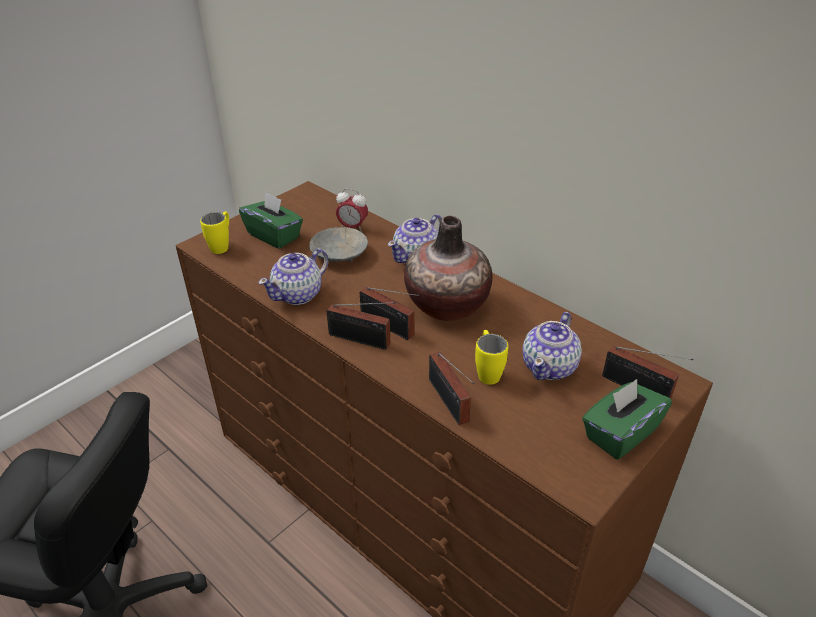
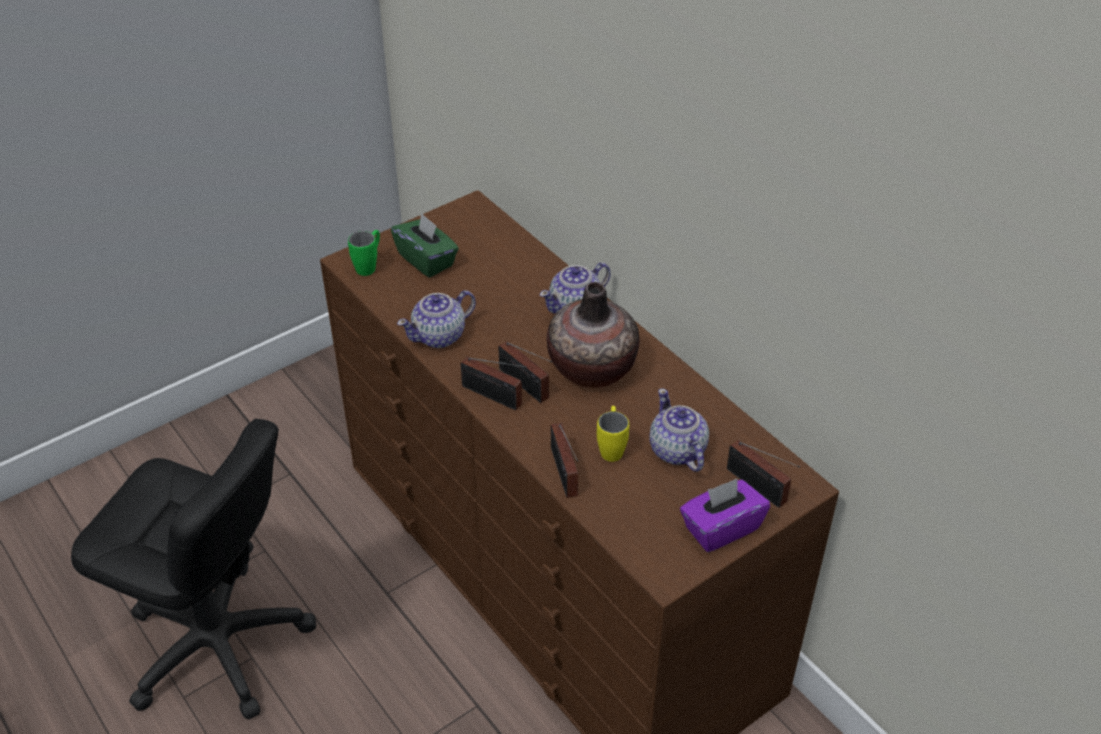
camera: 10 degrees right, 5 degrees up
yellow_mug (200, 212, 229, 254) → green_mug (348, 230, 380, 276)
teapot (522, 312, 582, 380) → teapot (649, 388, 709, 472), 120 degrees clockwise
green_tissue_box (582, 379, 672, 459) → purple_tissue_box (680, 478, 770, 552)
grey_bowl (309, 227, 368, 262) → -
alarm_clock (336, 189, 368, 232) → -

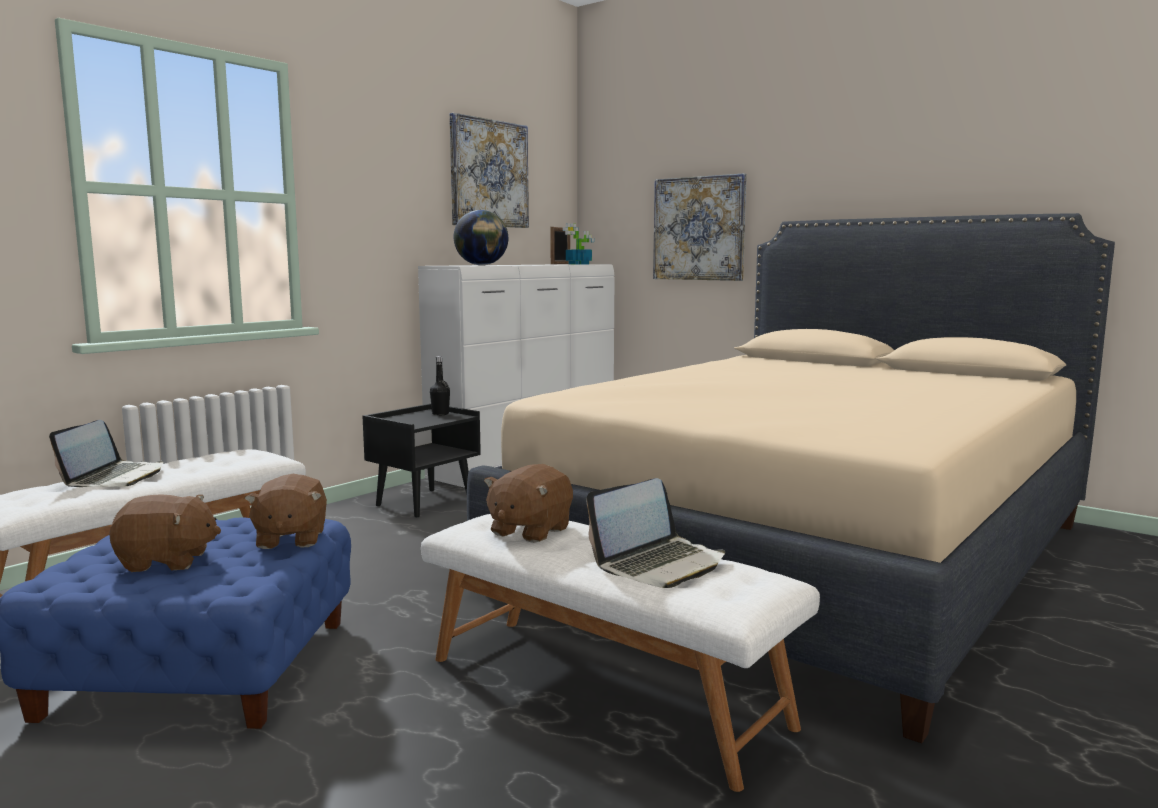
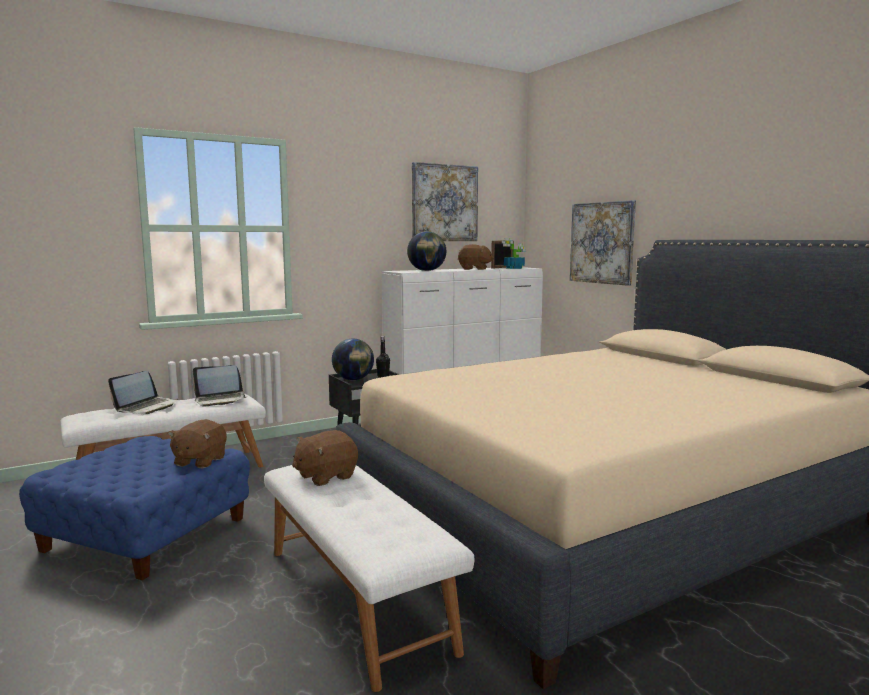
camera: 20 degrees right, 0 degrees up
laptop (586, 478, 725, 588) → laptop (193, 365, 246, 407), move
- → globe (332, 339, 374, 380)
brown_plush_toy (109, 494, 221, 572) → brown_plush_toy (458, 244, 494, 270), move

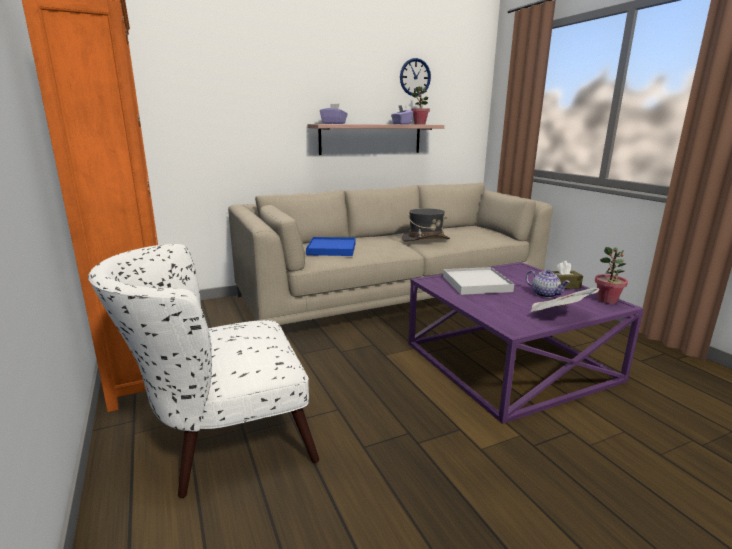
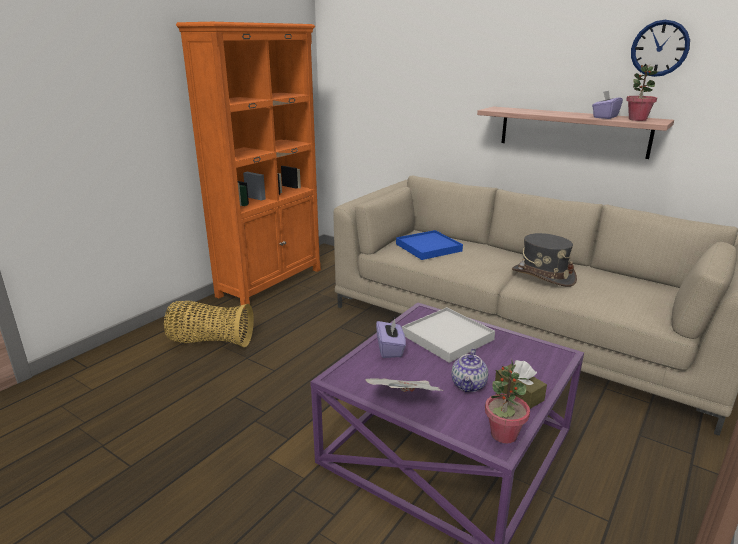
camera: 60 degrees right, 5 degrees up
white_armchair (88, 244, 319, 498) → basket (164, 301, 254, 347)
purple_tissue_box (320, 104, 348, 124) → purple_tissue_box (376, 318, 406, 358), move

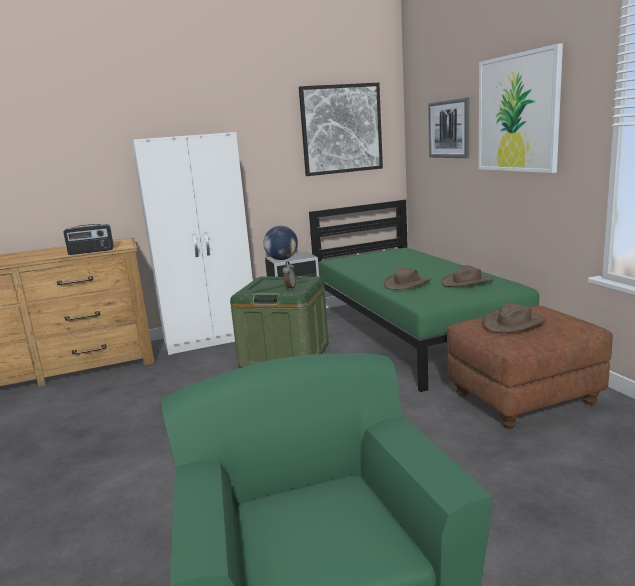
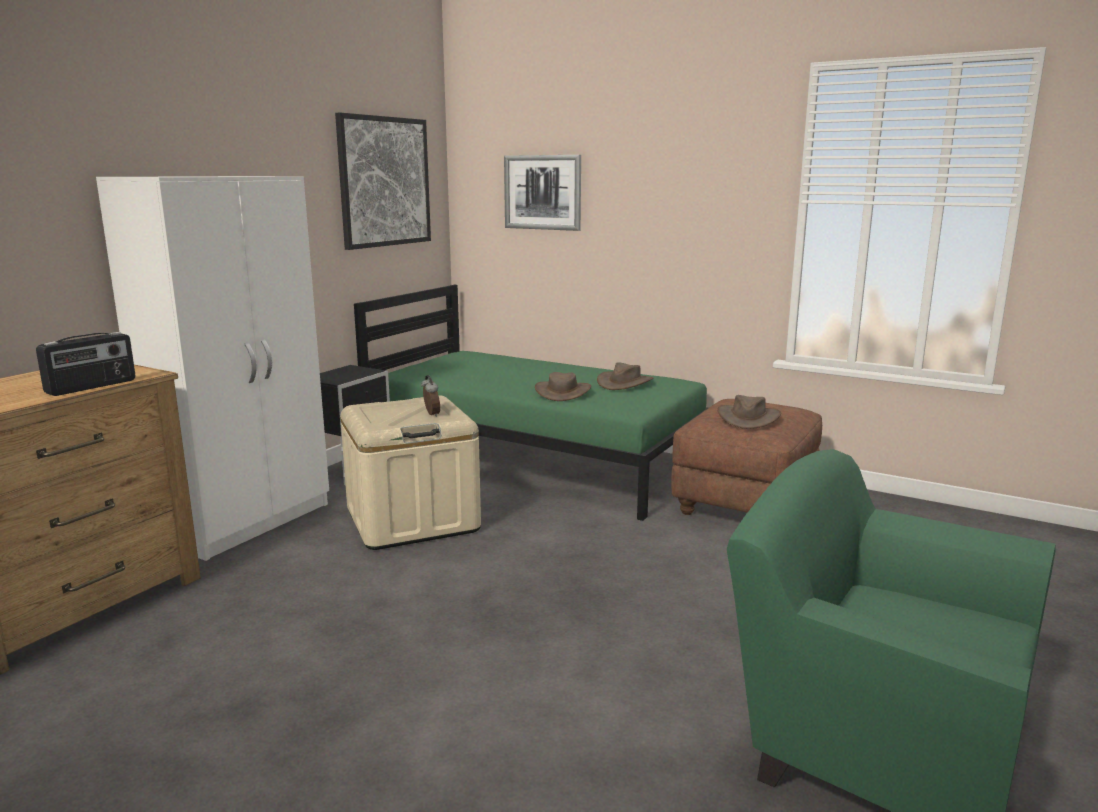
camera: 40 degrees left, 0 degrees up
green_storage_box (230, 276, 329, 368) → beige_storage_box (340, 395, 481, 550)
globe (263, 226, 298, 260) → -
picture (478, 43, 563, 173) → -

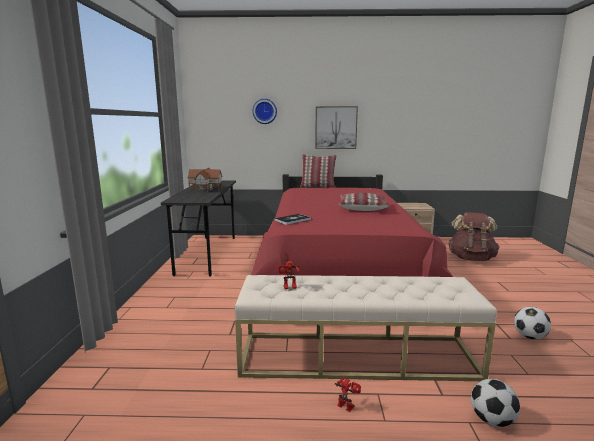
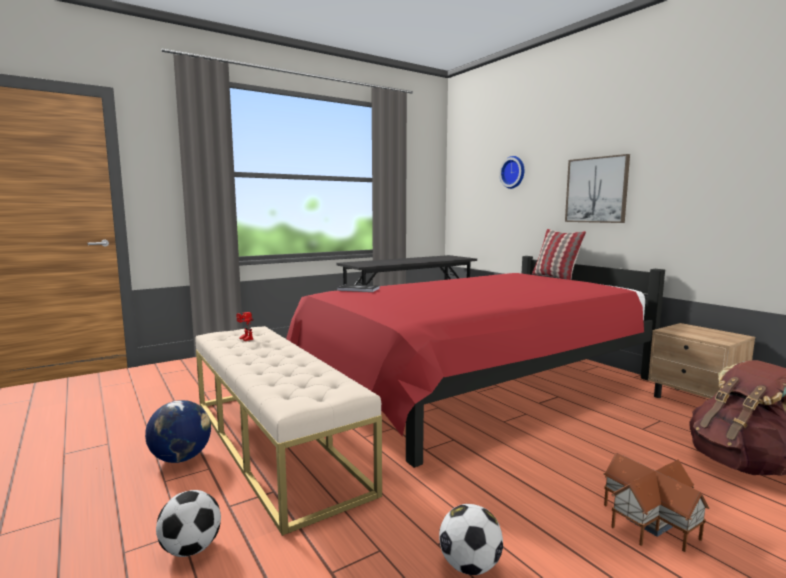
camera: 55 degrees right, 5 degrees down
toy_robot (335, 377, 361, 412) → globe (145, 400, 211, 463)
toy_house (187, 168, 223, 193) → toy_house (604, 453, 710, 552), move
pillow (338, 192, 390, 211) → -

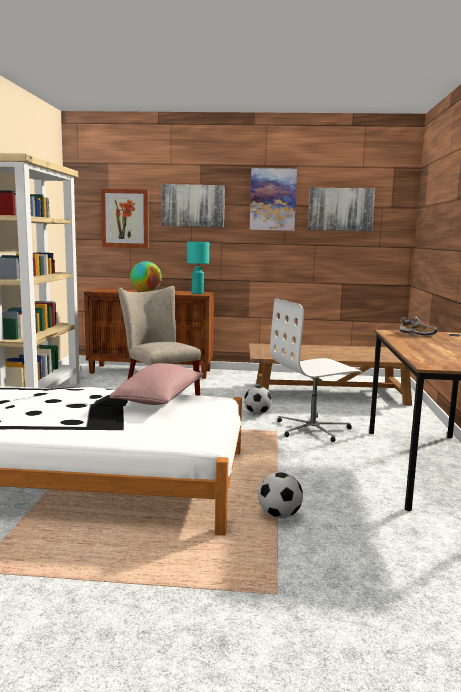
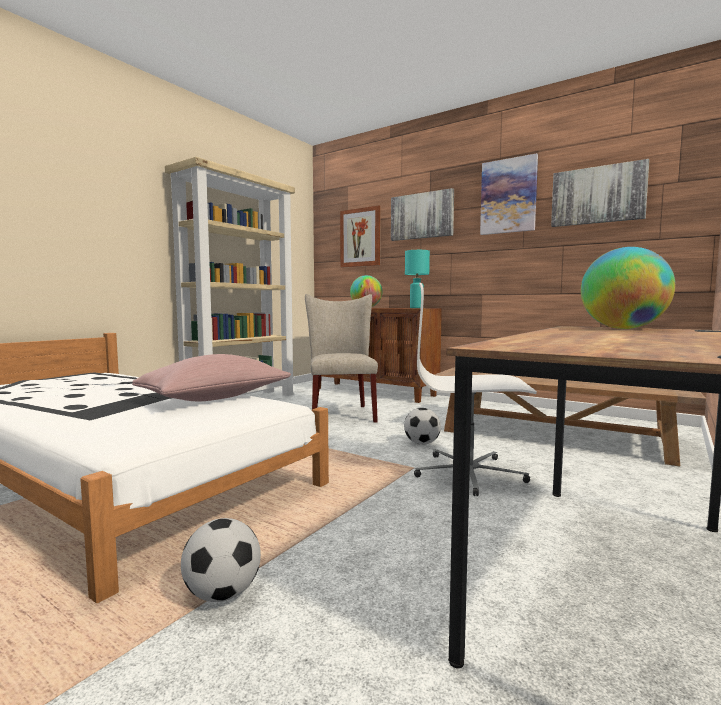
camera: 30 degrees right, 5 degrees down
shoe (400, 316, 437, 336) → globe (581, 247, 675, 329)

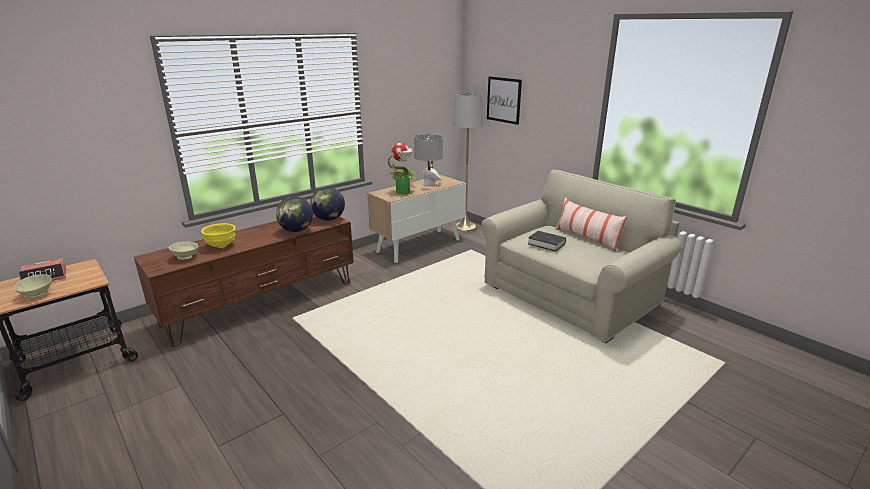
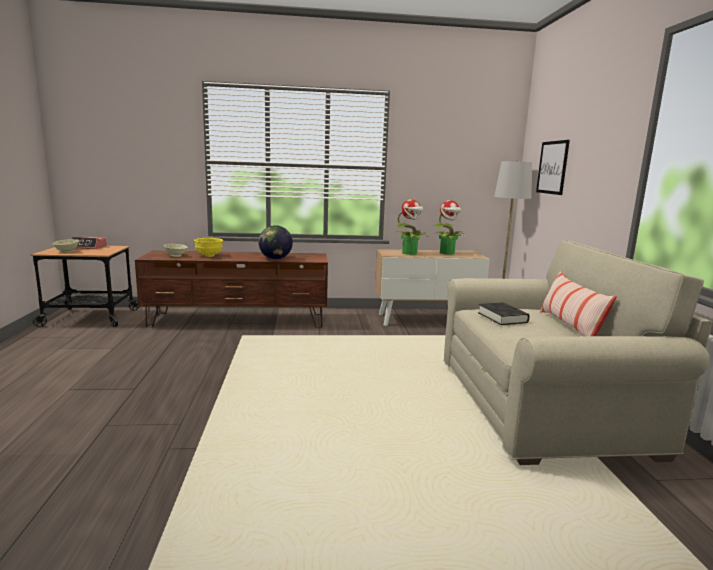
camera: 35 degrees right, 10 degrees down
grey_table_lamp (414, 134, 443, 185) → potted_plant (433, 200, 465, 255)
globe (310, 187, 345, 221) → -

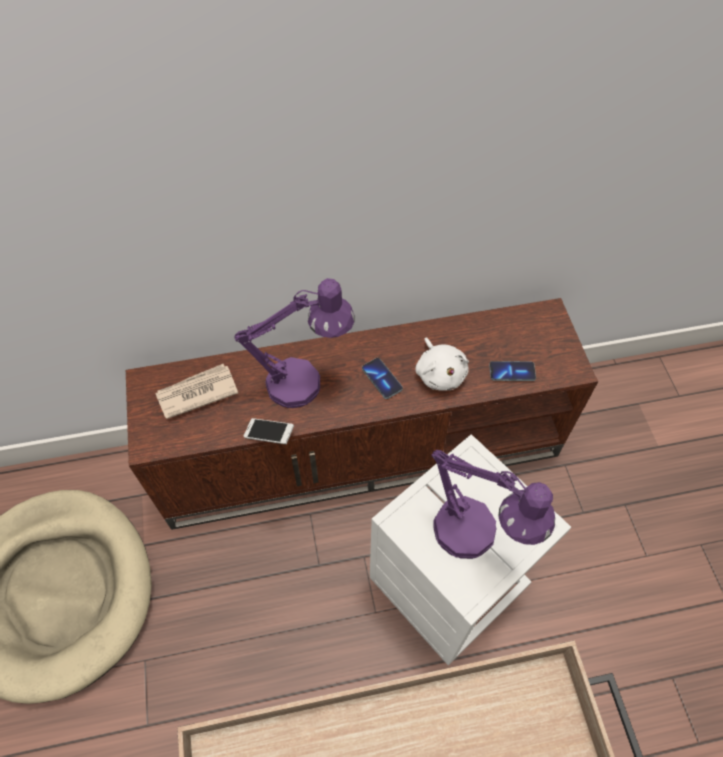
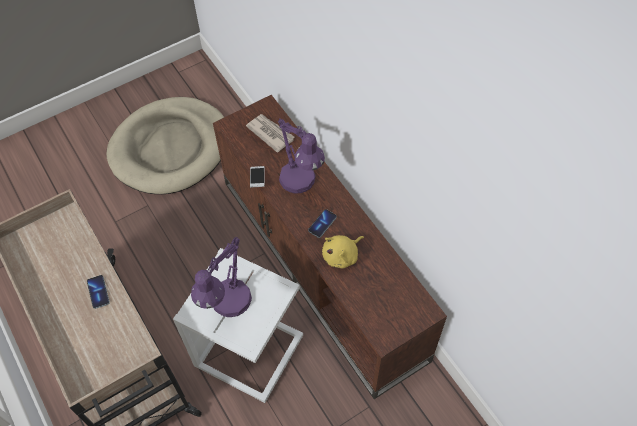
camera: 70 degrees right, 0 degrees up
phone (489, 361, 536, 381) → phone (87, 275, 110, 309), move
white_plush_toy (415, 337, 469, 391) → yellow_plush_toy (322, 235, 364, 268)

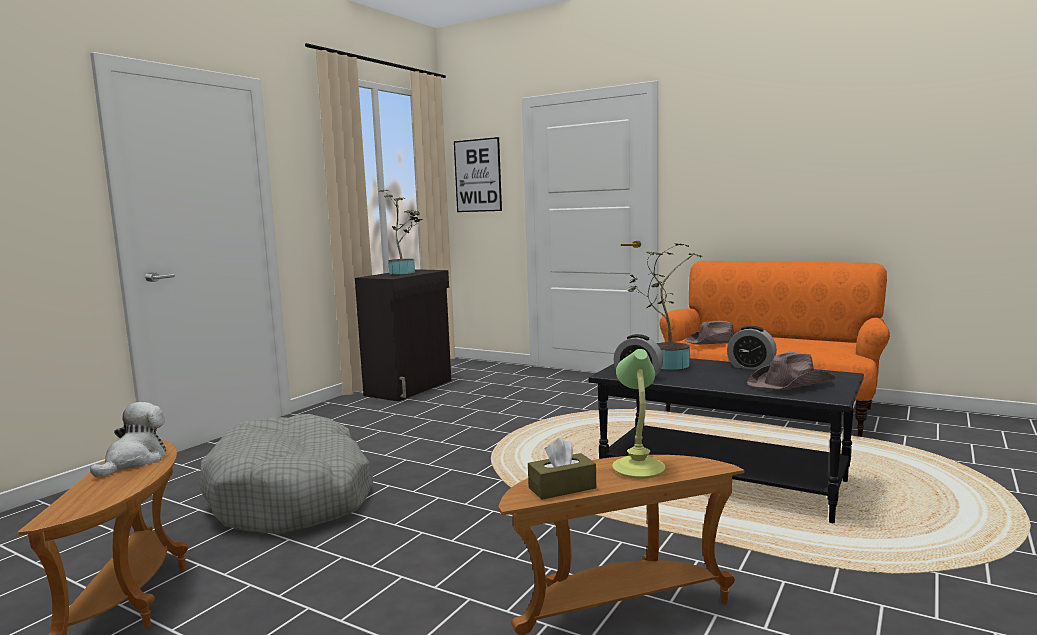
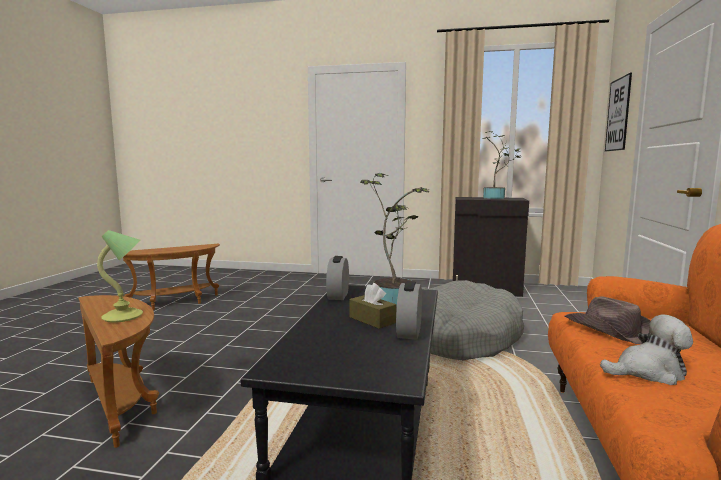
camera: 70 degrees right, 0 degrees up
brown_tissue_box (528, 437, 596, 500) → brown_tissue_box (349, 283, 397, 329), move
grey_dog_bed (199, 414, 374, 534) → grey_dog_bed (422, 280, 524, 360), move
plush_toy (90, 402, 166, 477) → plush_toy (600, 314, 693, 385), move
brown_hat (747, 352, 835, 390) → -

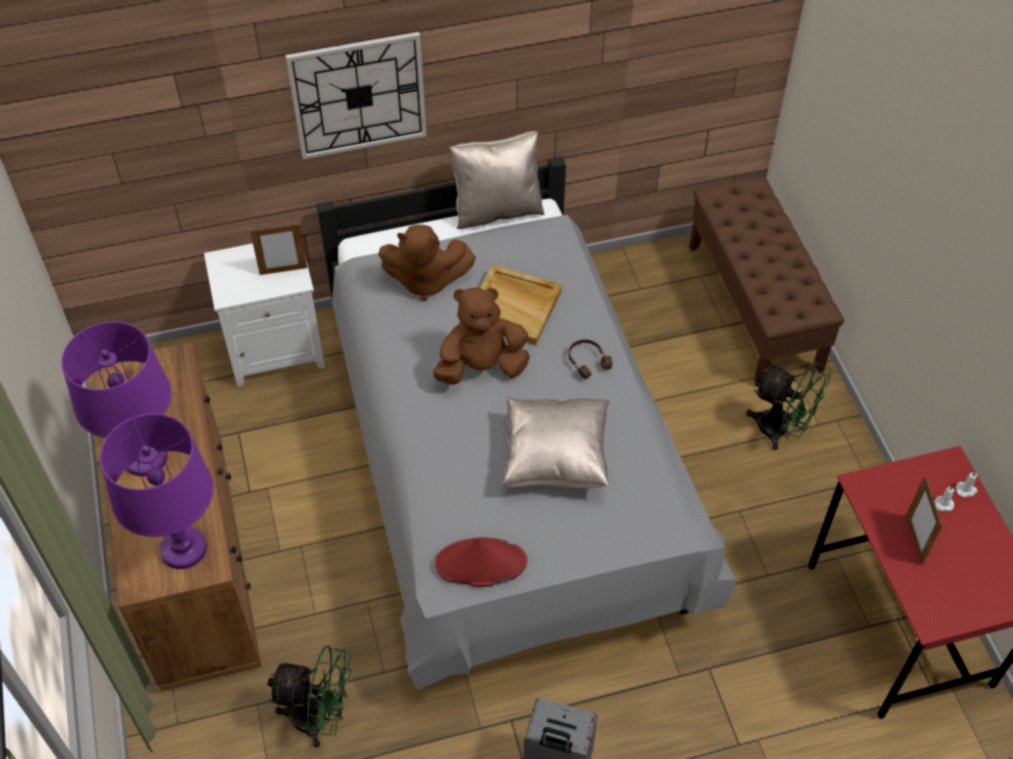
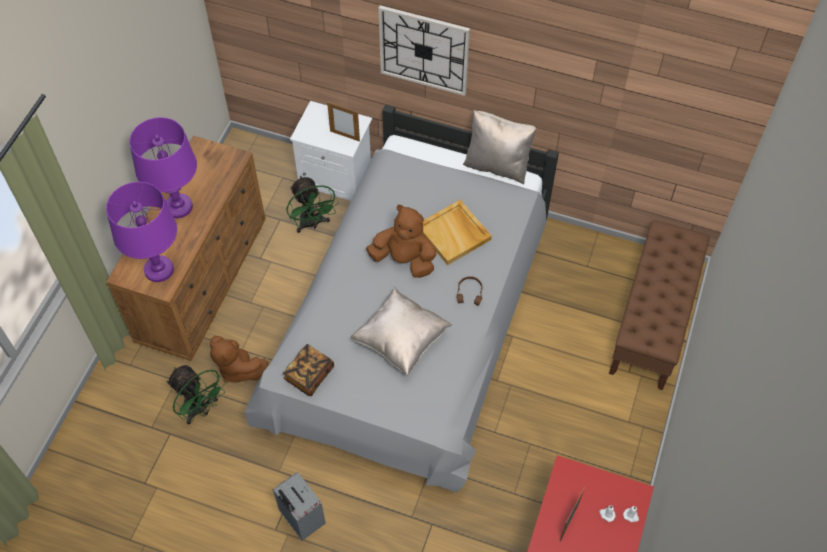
camera: 35 degrees right, 5 degrees up
brown_plush_toy (378, 225, 476, 301) → brown_plush_toy (210, 336, 268, 383), move
red_hat (434, 537, 527, 587) → book (283, 344, 334, 396)
green_fan (746, 362, 832, 450) → green_fan (287, 176, 339, 233), move

